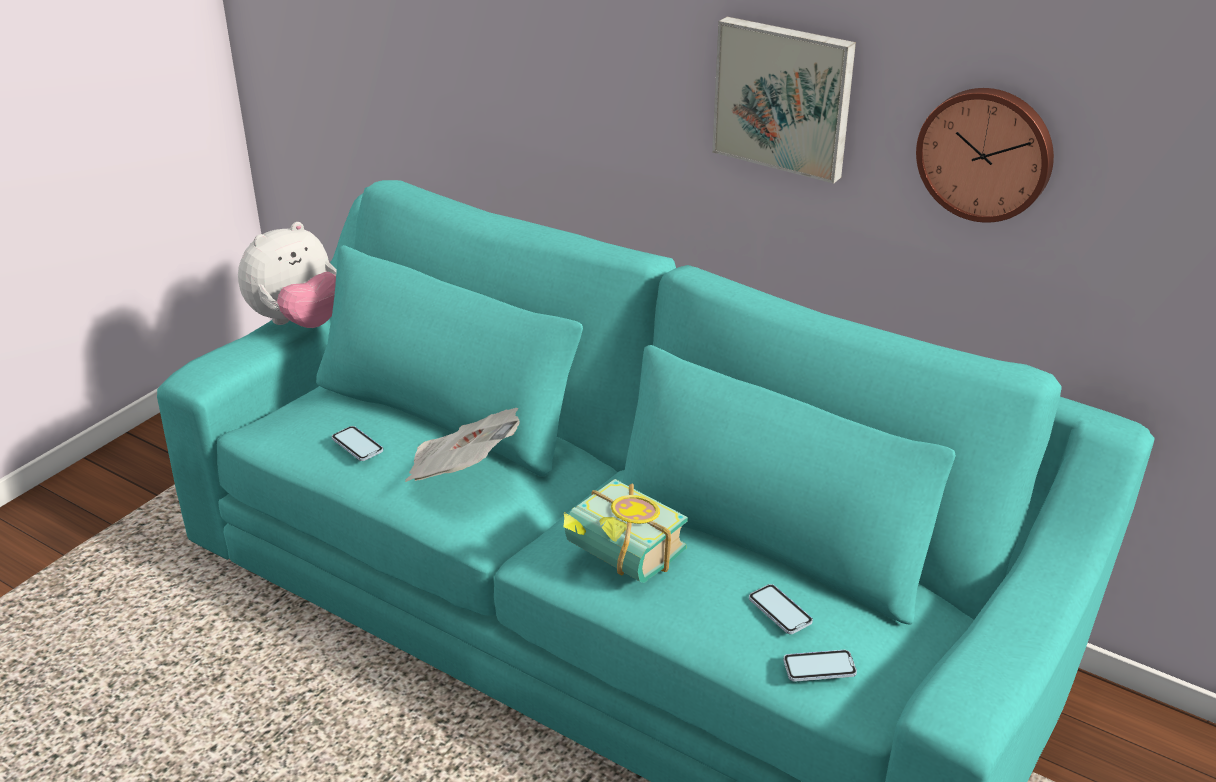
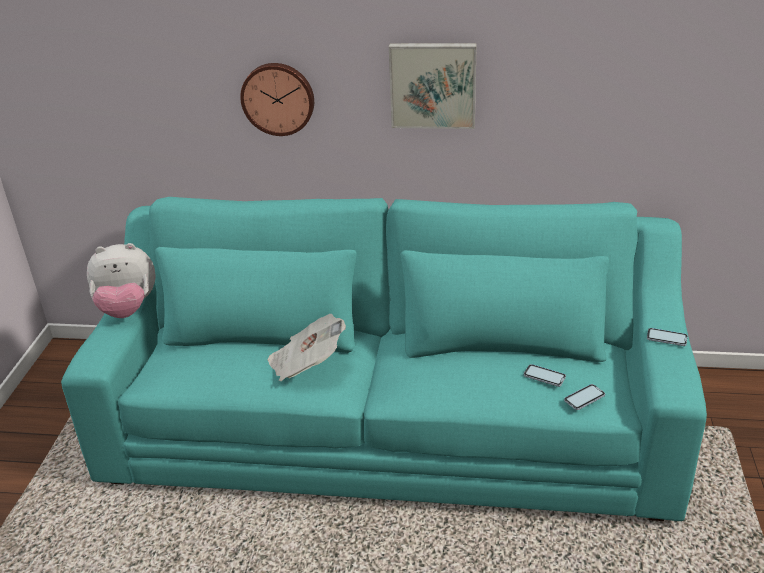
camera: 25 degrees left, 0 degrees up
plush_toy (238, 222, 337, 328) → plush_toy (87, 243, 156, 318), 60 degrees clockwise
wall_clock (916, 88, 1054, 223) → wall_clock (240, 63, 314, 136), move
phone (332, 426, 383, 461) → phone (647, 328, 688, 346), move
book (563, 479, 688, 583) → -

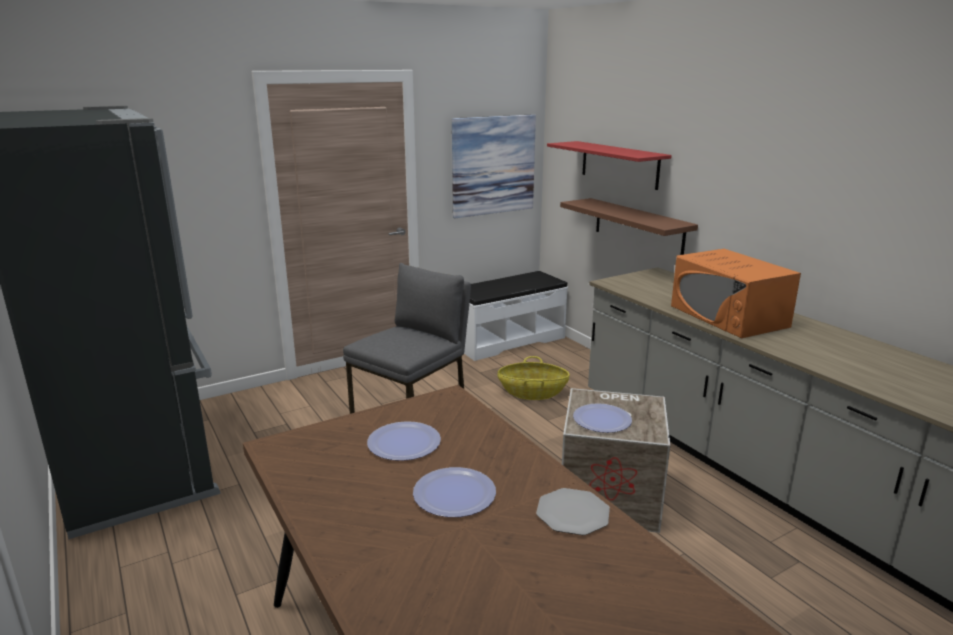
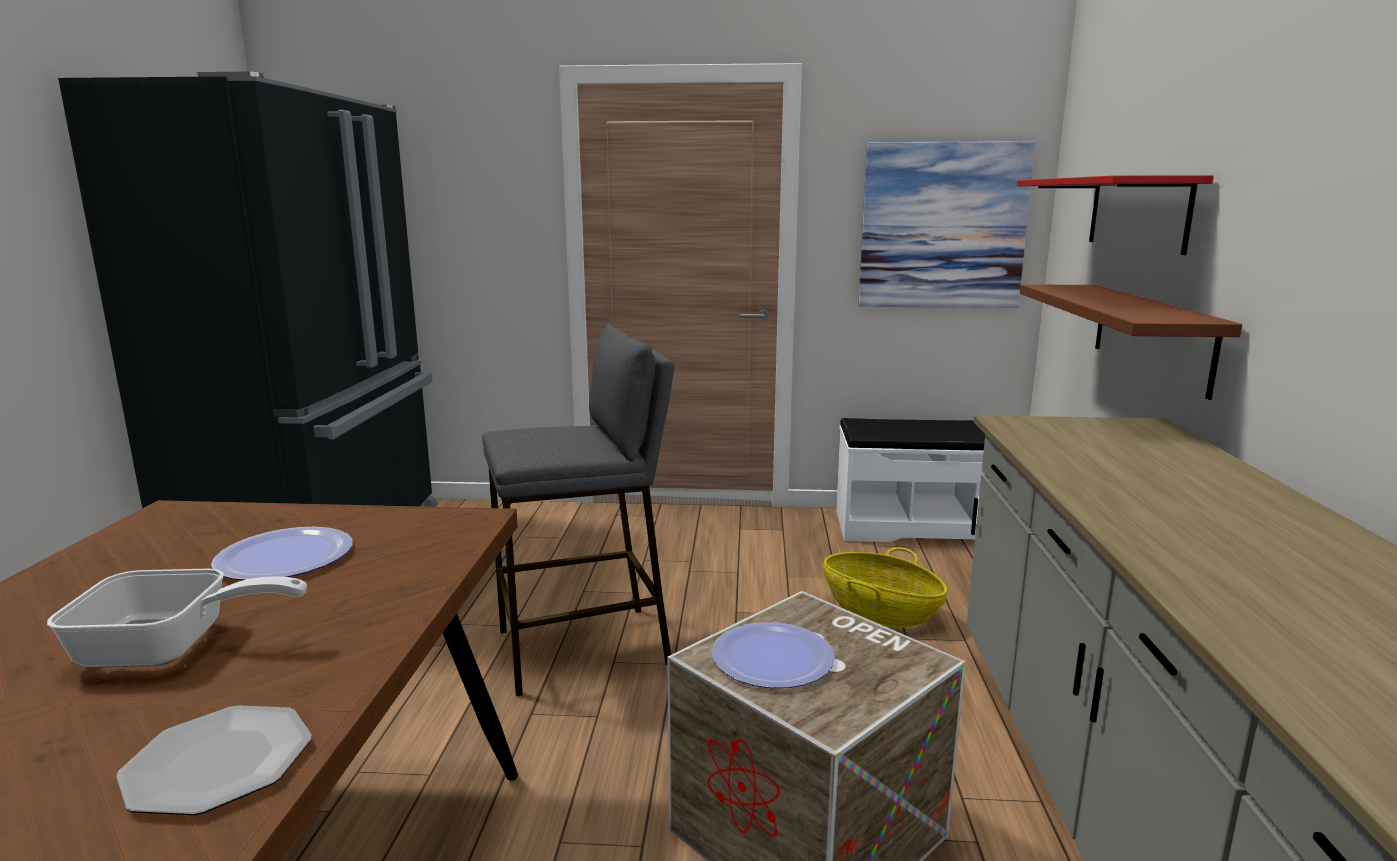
camera: 35 degrees right, 5 degrees down
plate (413, 467, 496, 517) → frying_pan (47, 569, 307, 668)
orange_microwave (671, 249, 801, 338) → -

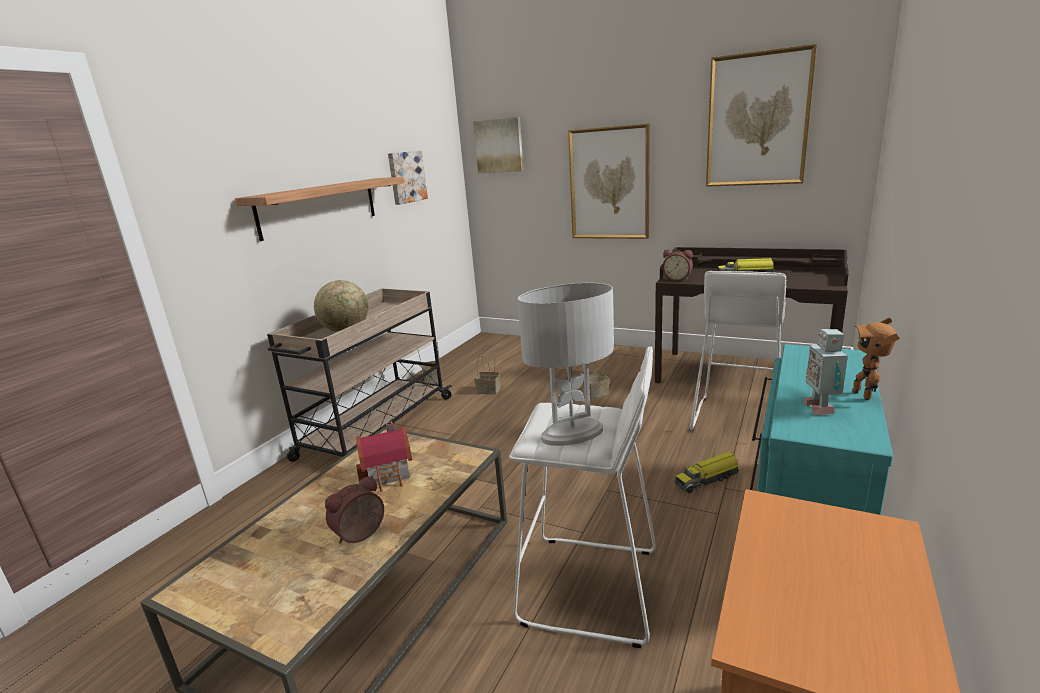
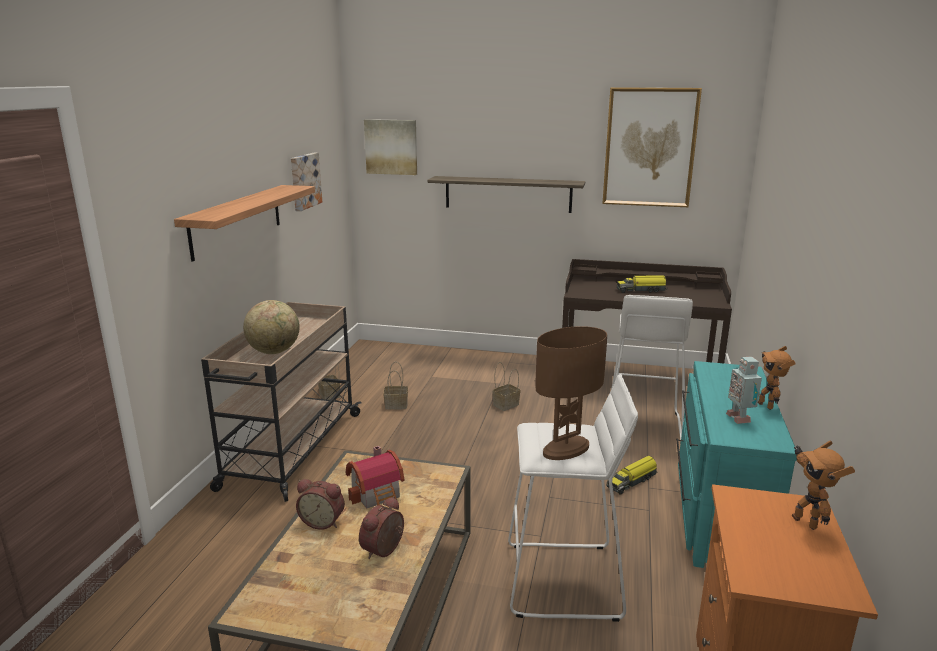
camera: 15 degrees left, 0 degrees up
alarm_clock (662, 249, 693, 281) → alarm_clock (296, 479, 345, 530), move
picture (568, 123, 650, 239) → shelf (427, 176, 585, 213)
white_table_lamp (518, 283, 614, 446) → brown_table_lamp (536, 326, 607, 460)
- → toy_robot (792, 440, 855, 530)

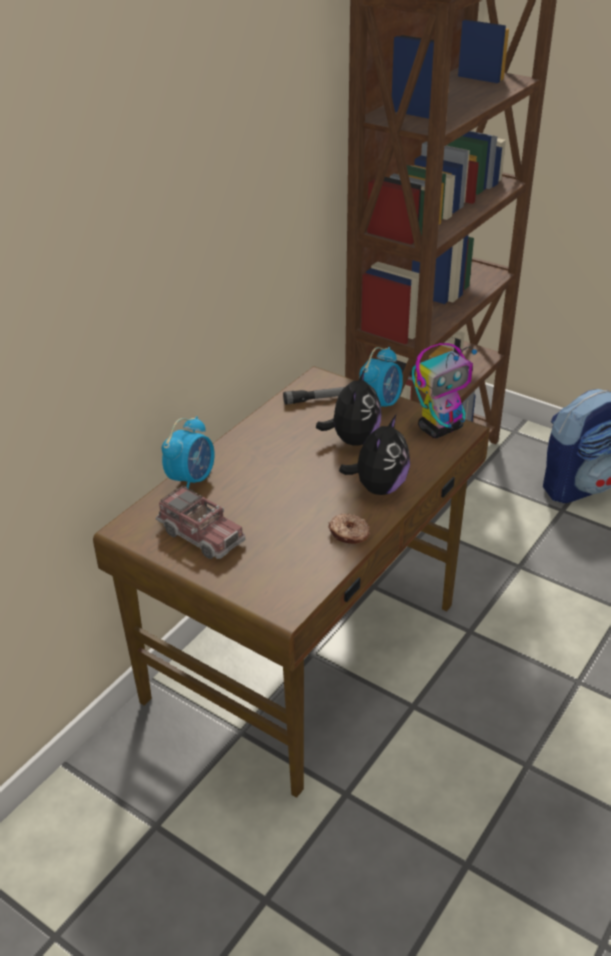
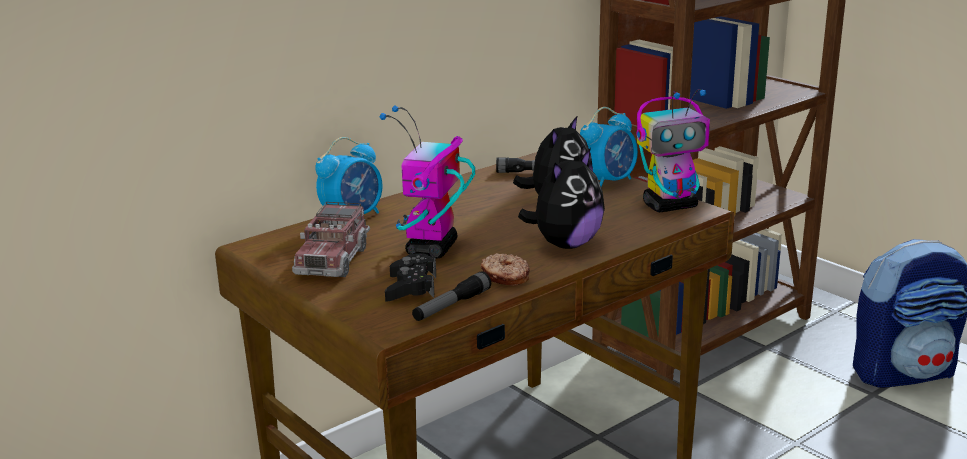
camera: 15 degrees right, 15 degrees down
toy_truck (156, 485, 245, 559) → toy_truck (292, 202, 370, 277), 45 degrees clockwise
- → toy_robot (379, 105, 475, 259)
- → black_game_controller (385, 253, 436, 302)
- → flashlight (412, 271, 491, 321)

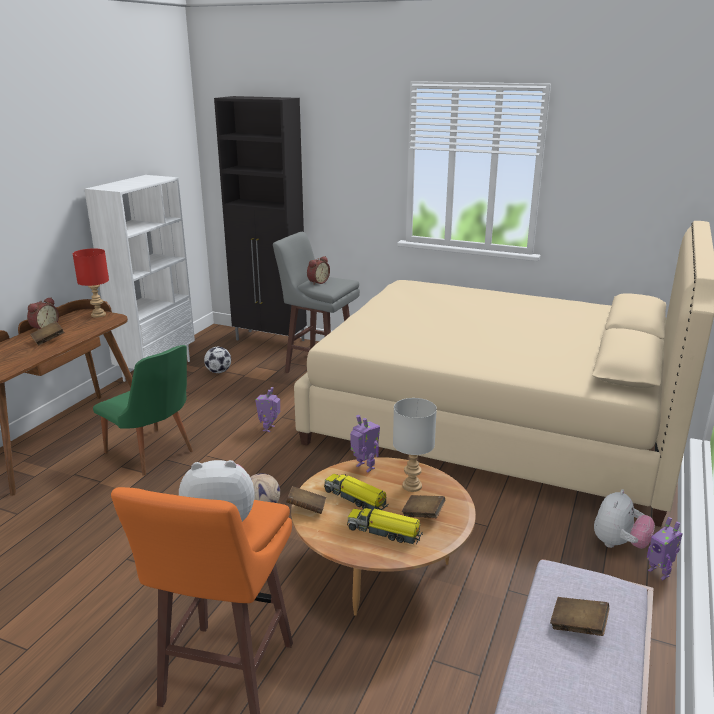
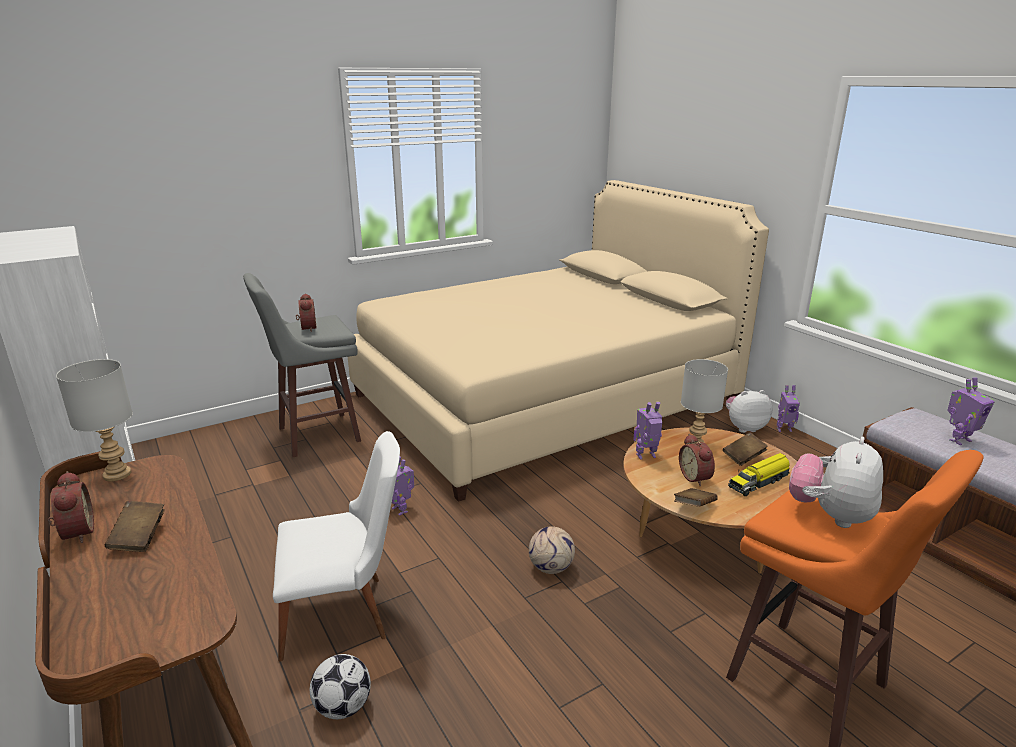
camera: 55 degrees left, 0 degrees up
red_table_lamp (73, 248, 109, 318) → grey_table_lamp (56, 359, 133, 481)
green_chair (93, 345, 193, 476) → white_chair (273, 431, 400, 661)
football (204, 347, 231, 373) → football (310, 654, 371, 719), move
toy_truck (324, 473, 388, 511) → alarm_clock (679, 434, 715, 487)
plush_toy (594, 489, 655, 549) → plush_toy (726, 390, 772, 433), 75 degrees counterclockwise
brown_book (550, 597, 610, 636) → toy_robot (947, 377, 994, 445)
black_cabinet (214, 96, 307, 341) → -

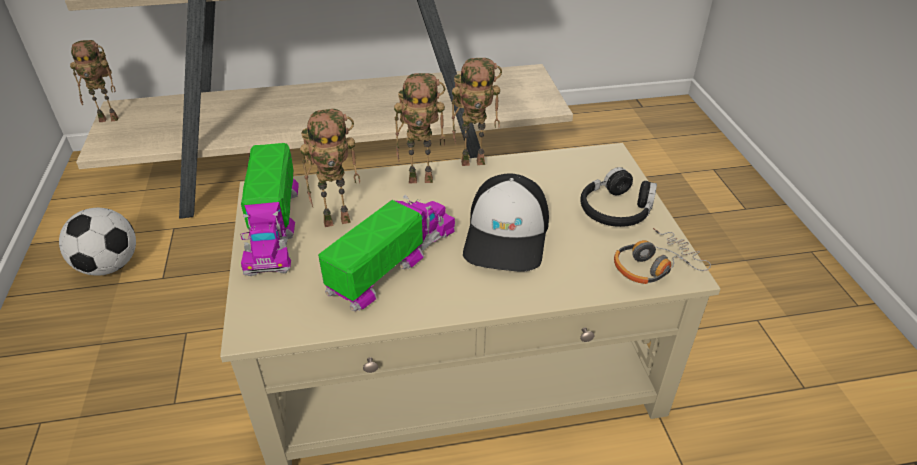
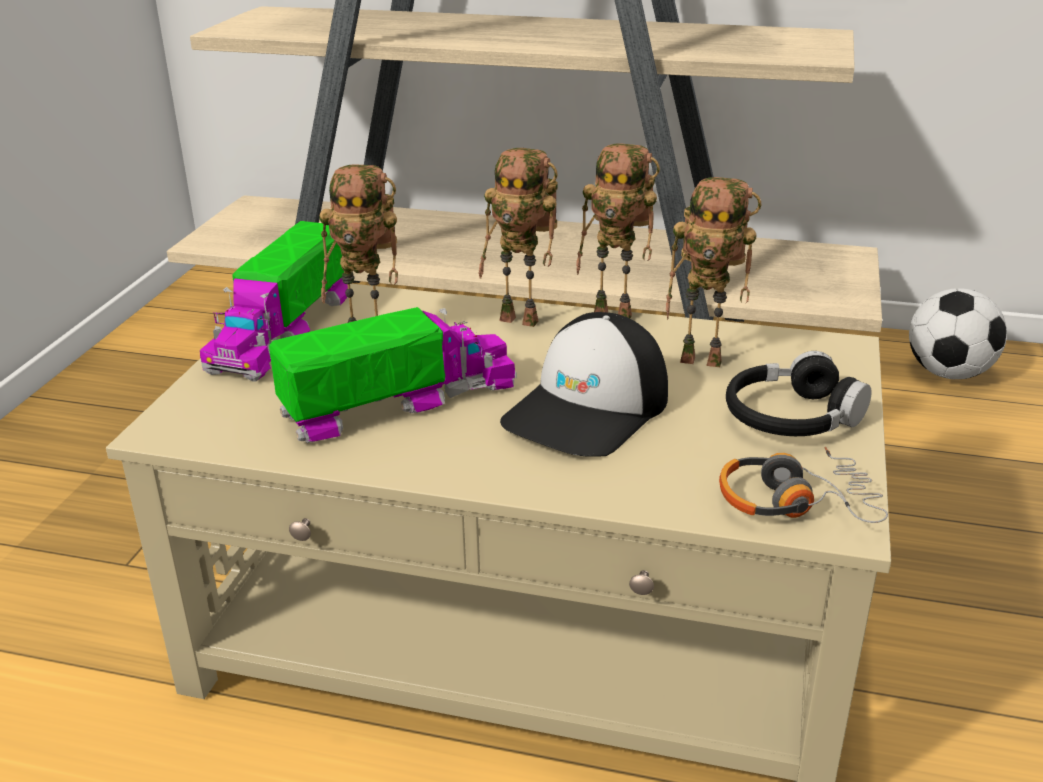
camera: 25 degrees right, 10 degrees down
toy_robot (70, 40, 118, 122) → toy_robot (666, 177, 761, 367), move
football (59, 208, 136, 276) → football (909, 288, 1007, 379), move

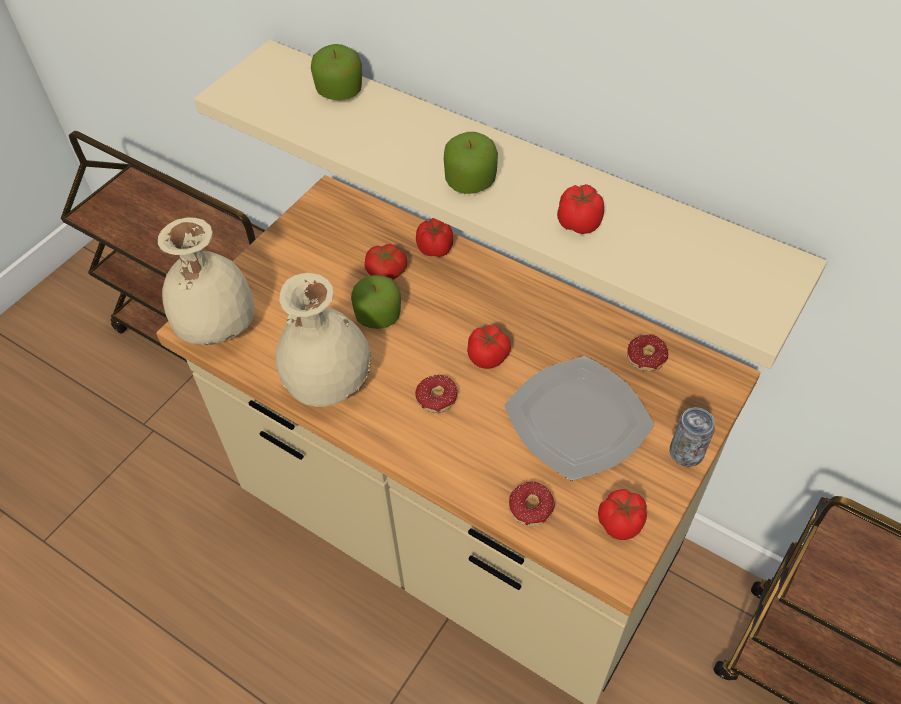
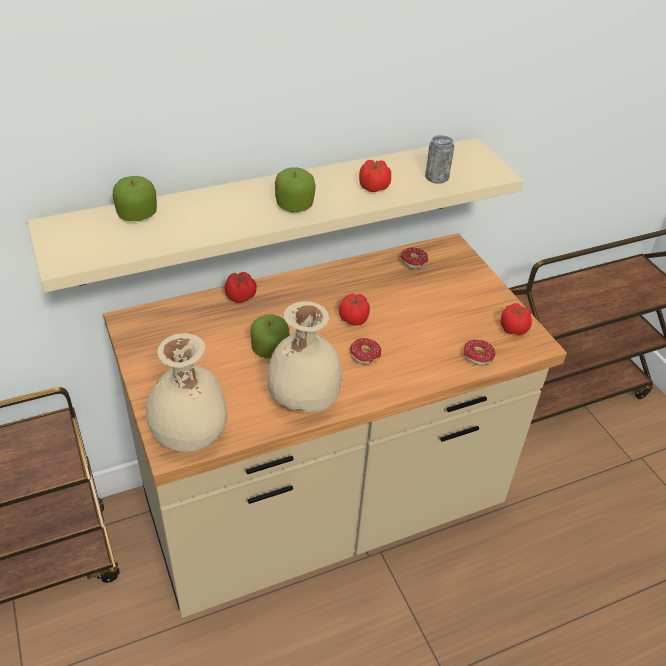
camera: 60 degrees left, 10 degrees down
can (670, 407, 715, 467) → can (425, 135, 454, 184), move
tomato (365, 244, 407, 280) → -
plate (504, 356, 655, 481) → -

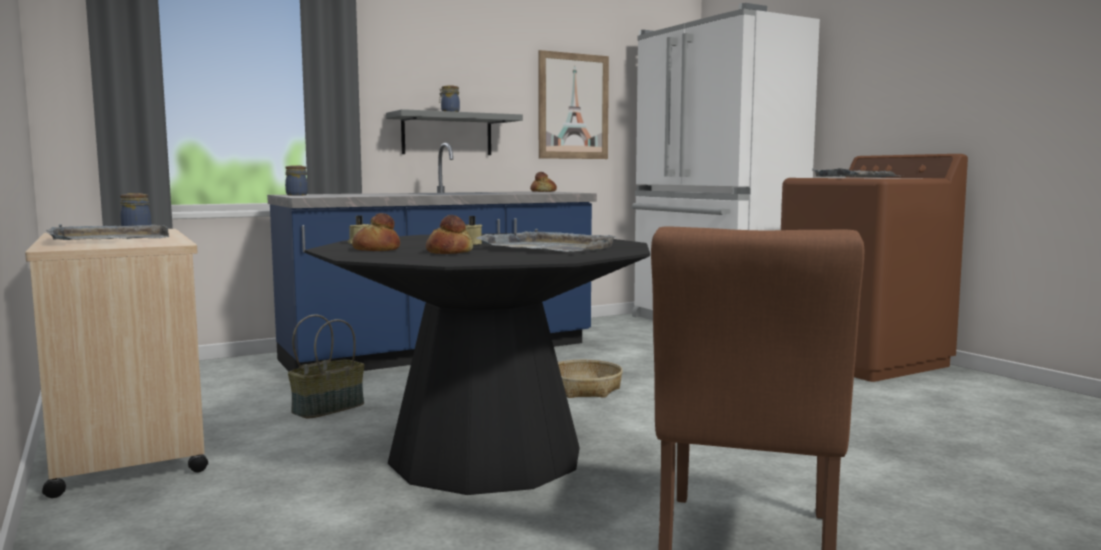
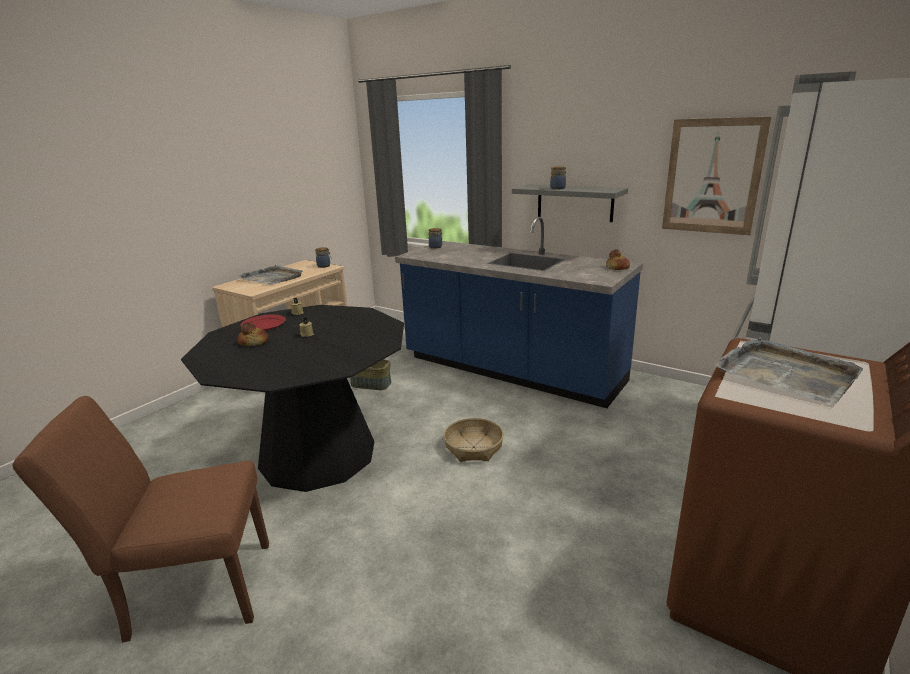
camera: 65 degrees right, 15 degrees up
bread (352, 213, 400, 251) → red_plate (240, 314, 286, 331)
grey_tray (476, 229, 615, 252) → -

